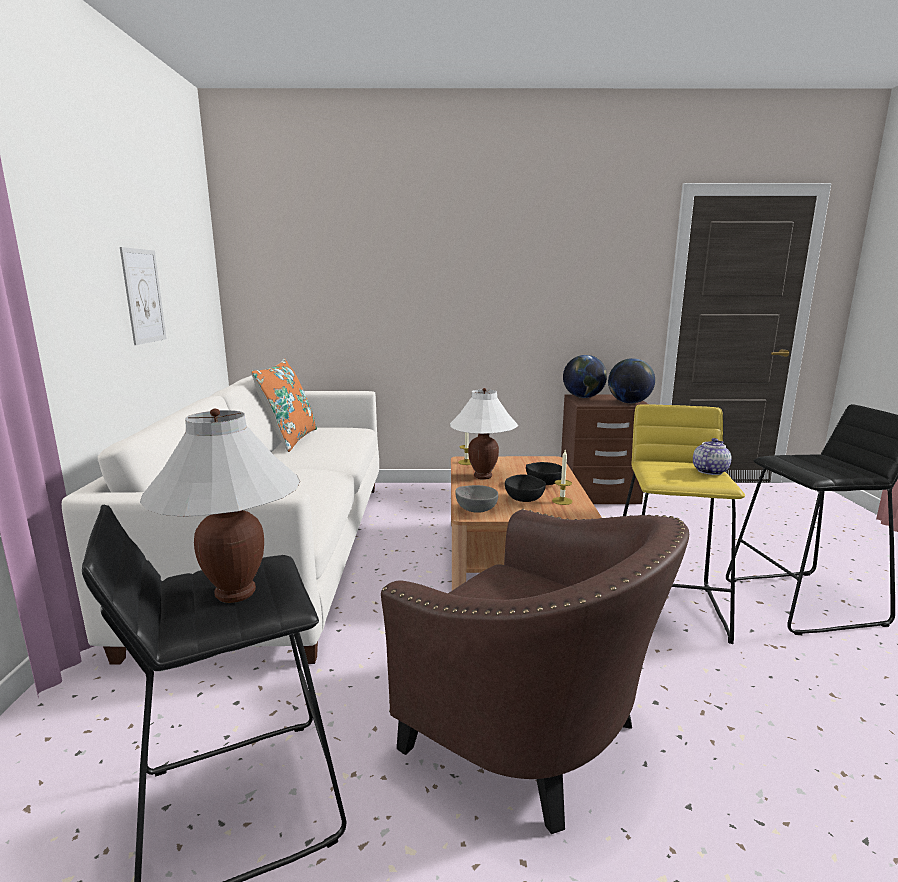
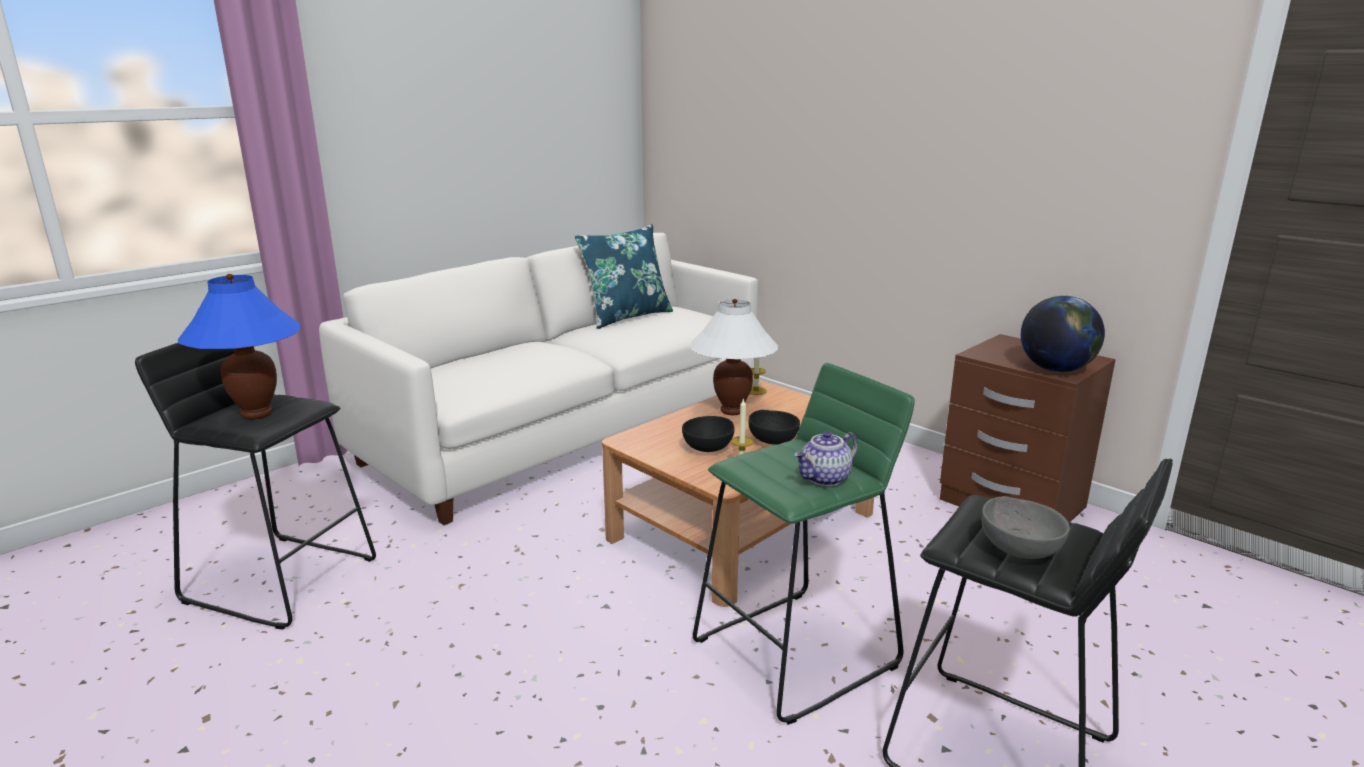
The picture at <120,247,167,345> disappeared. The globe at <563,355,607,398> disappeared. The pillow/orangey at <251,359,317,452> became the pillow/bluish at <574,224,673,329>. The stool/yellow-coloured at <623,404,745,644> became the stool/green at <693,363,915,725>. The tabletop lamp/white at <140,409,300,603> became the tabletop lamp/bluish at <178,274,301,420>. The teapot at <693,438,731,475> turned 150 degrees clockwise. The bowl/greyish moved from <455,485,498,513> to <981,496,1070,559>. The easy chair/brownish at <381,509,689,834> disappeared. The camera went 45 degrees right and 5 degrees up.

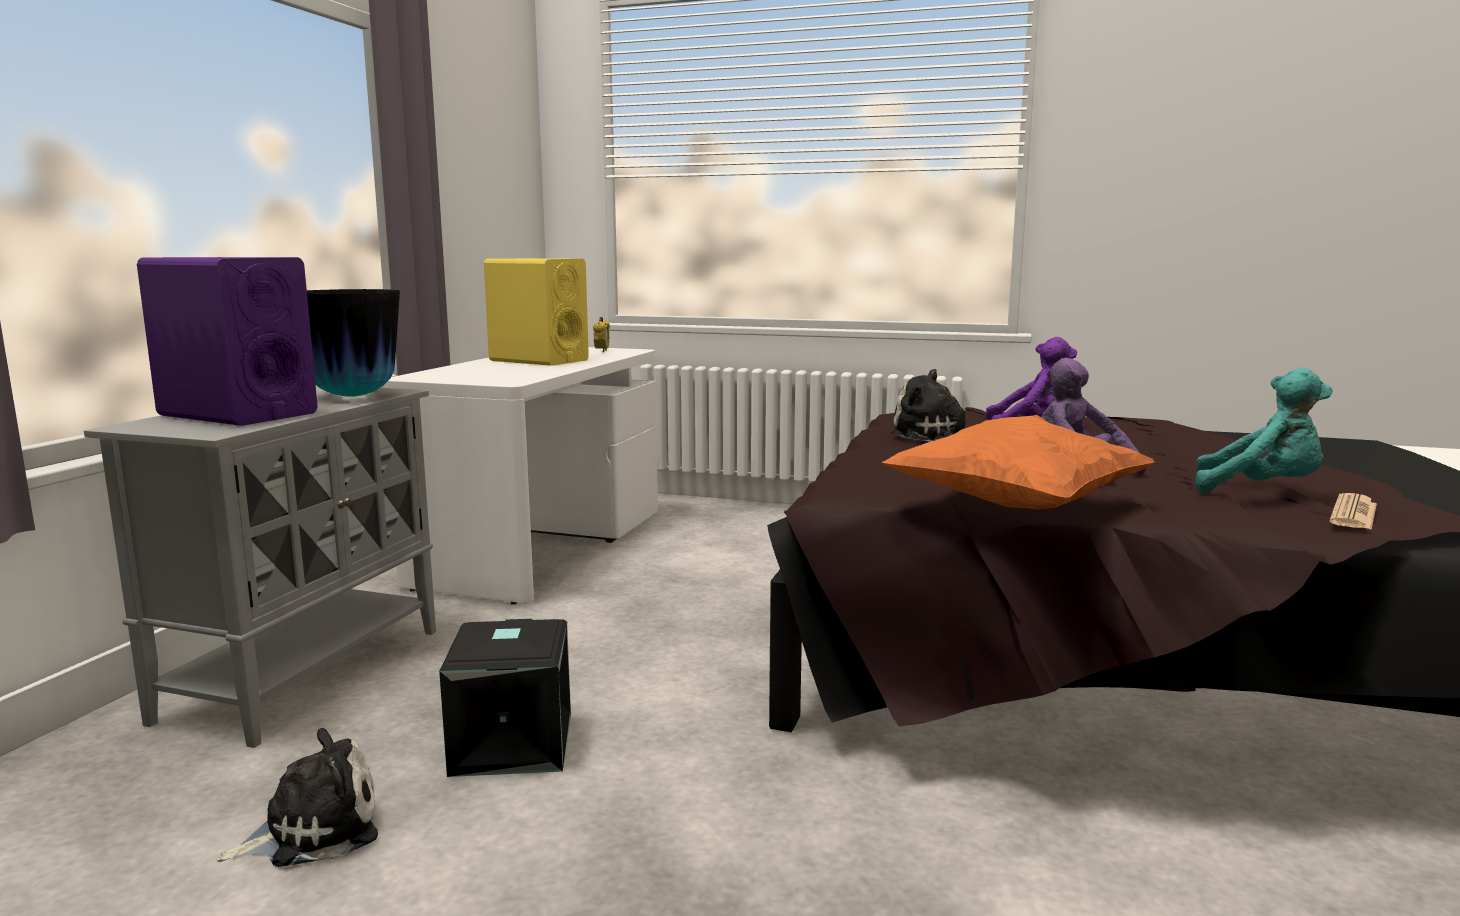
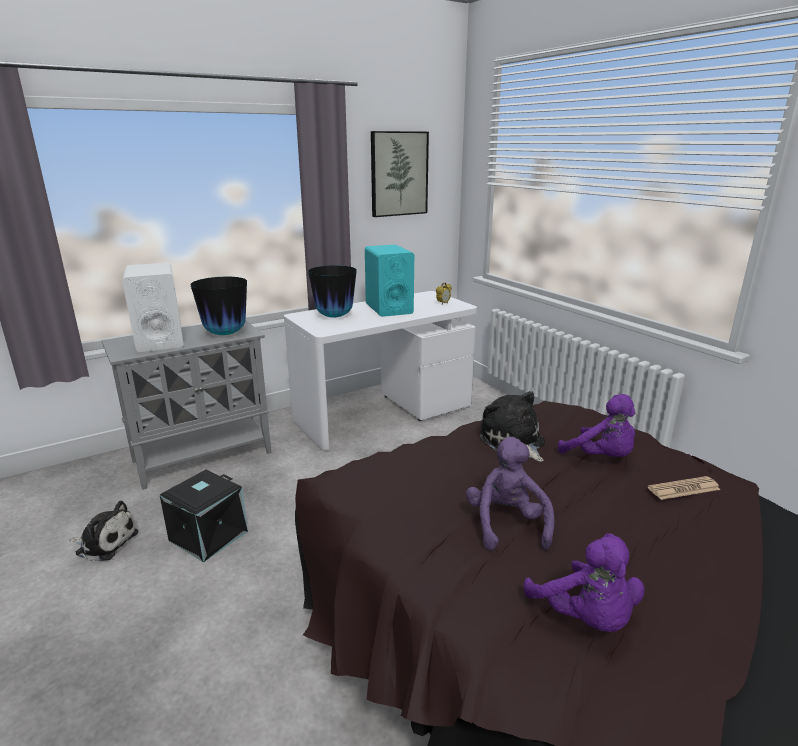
The audio speaker/purple-coloured at <137,257,318,426> became the audio speaker/white at <122,263,183,352>. The audio speaker/yellow-coloured at <484,258,589,366> became the audio speaker/turquoise-coloured at <365,245,414,317>. The cuddly toy/turquoise-coloured at <1195,368,1332,493> became the cuddly toy/purple-coloured at <523,533,645,632>. The pillow/orangey at <882,415,1154,510> disappeared. The daily paper moved from <1329,493,1377,529> to <648,476,721,500>. The picture at <371,131,429,217> appeared. The vase at <308,265,357,318> appeared. The camera went 40 degrees right and 10 degrees up.

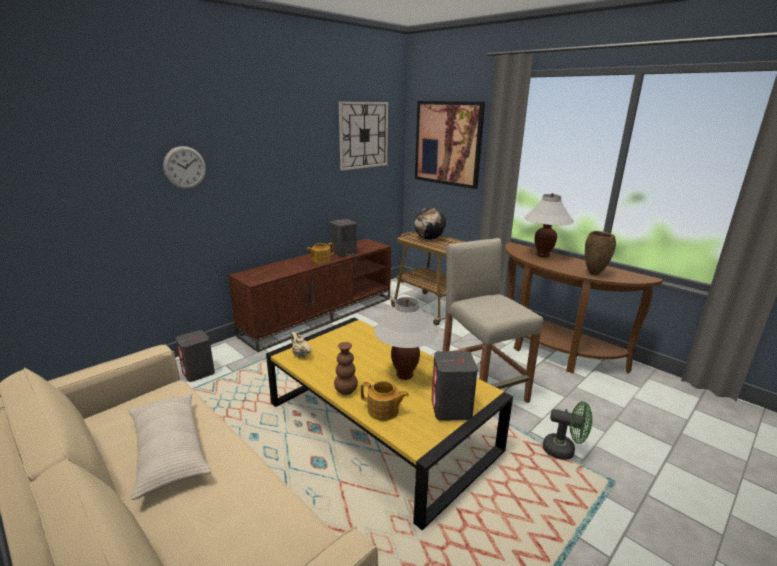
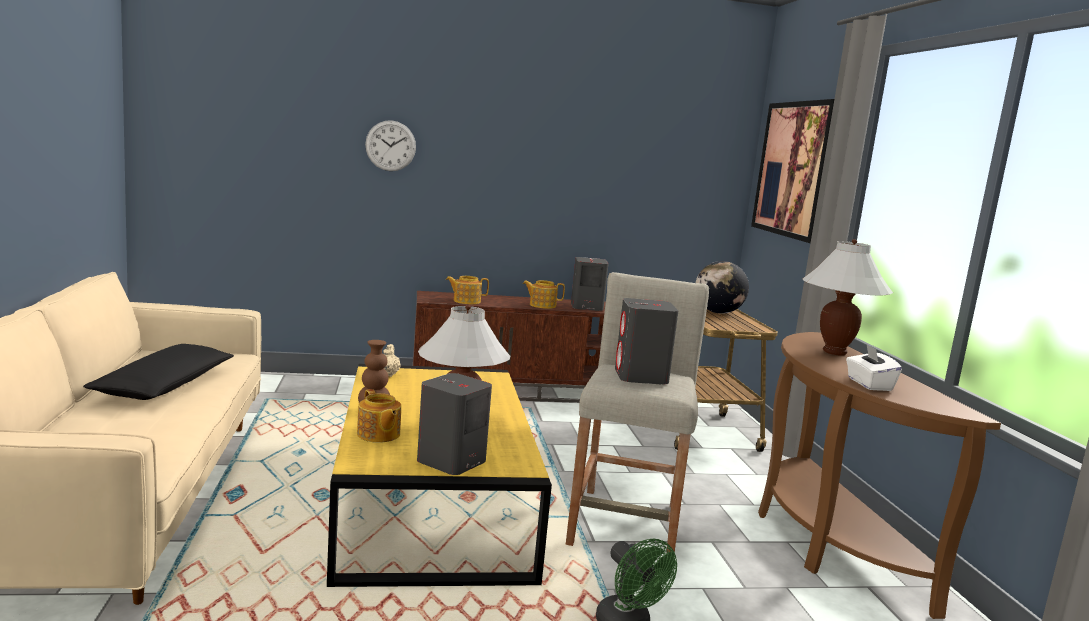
The wall clock at <339,101,388,171> disappeared. The vase/brownish at <585,231,616,275> was replaced by the box of tissues/white at <846,344,902,391>. The audio speaker/greyish moved from <176,330,215,382> to <615,298,679,384>. The pillow/sand-coloured at <129,394,211,500> became the pillow/black-coloured at <83,344,234,400>. The teapot at <446,276,489,304> appeared. The camera went 35 degrees right and 10 degrees down.

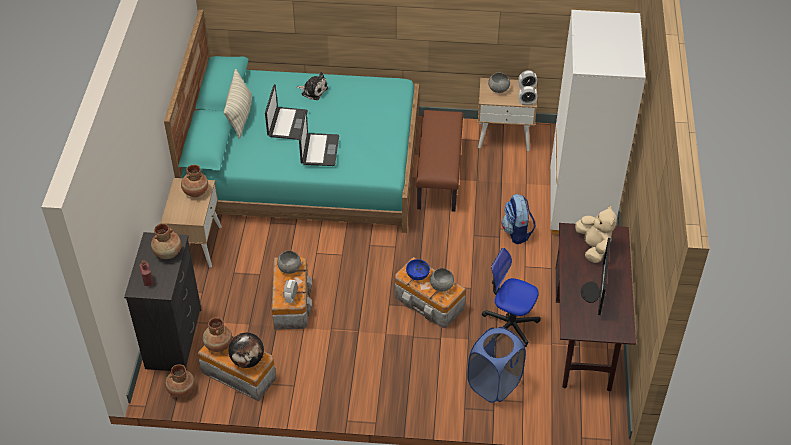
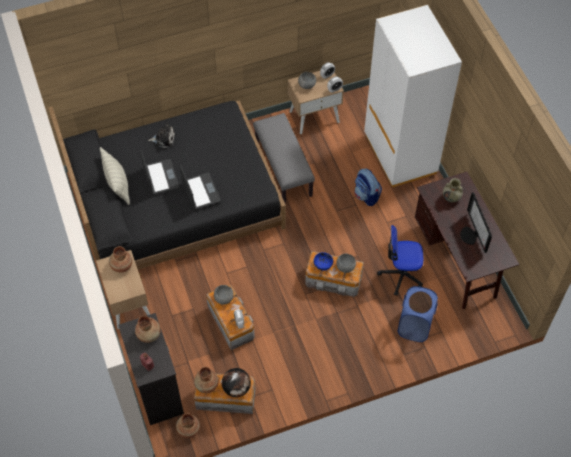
The bedroom bed/turquoise-coloured at <164,10,419,233> became the bedroom bed/black-coloured at <48,100,286,273>. The long seat/brownish at <416,110,463,212> became the long seat/greyish at <253,113,315,205>. The cuddly toy/sand-coloured at <575,205,617,263> was replaced by the vase/sand-coloured at <443,178,463,202>. The camera went 25 degrees left and 10 degrees up.

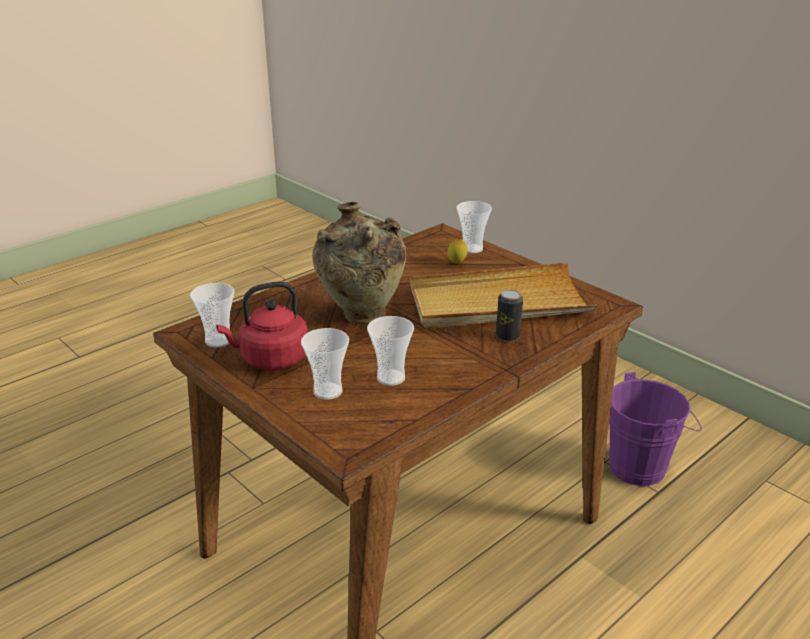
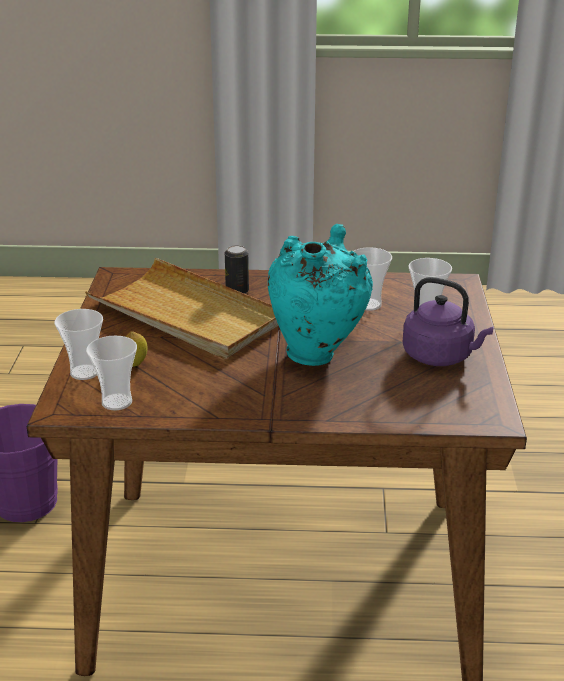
The vase/sand-coloured at <312,202,406,325> became the vase/turquoise-coloured at <268,224,373,366>. The kettle/reddish at <216,281,308,370> became the kettle/purple-coloured at <403,277,494,366>. The small cup moved from <190,283,235,348> to <86,336,137,410>. The camera went 135 degrees left and 0 degrees up.

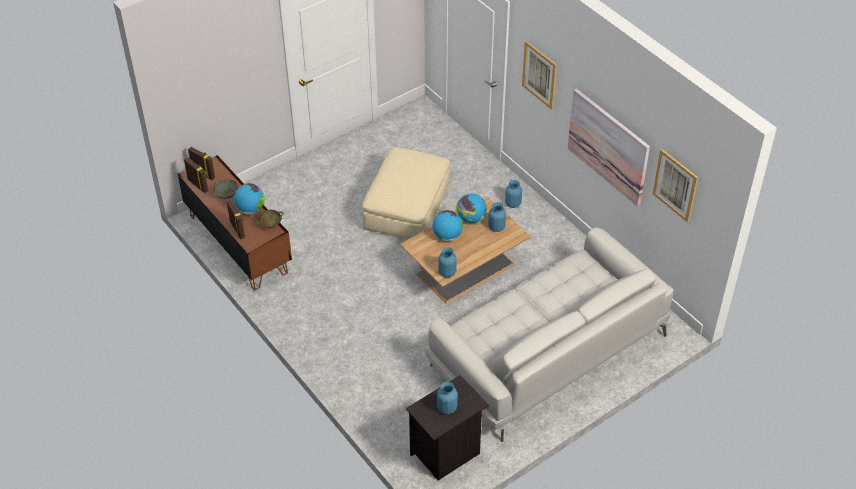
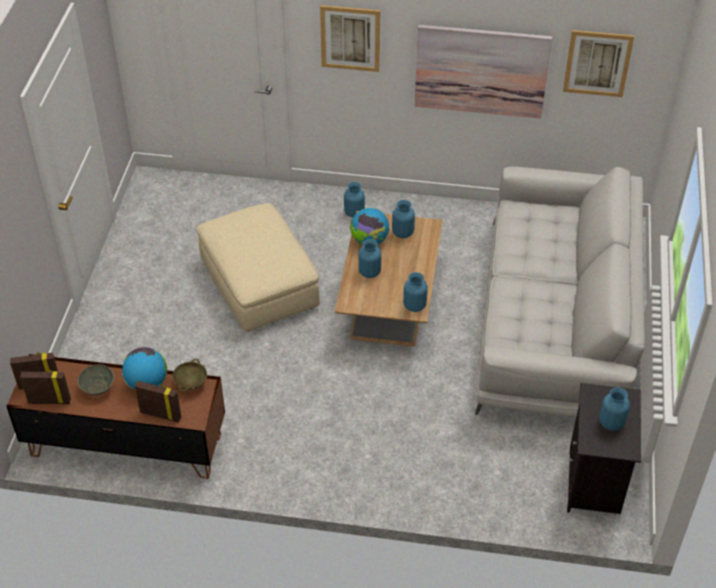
The globe at <432,210,463,241> was replaced by the vase/bluish at <359,239,381,278>. The camera went 45 degrees left and 0 degrees up.

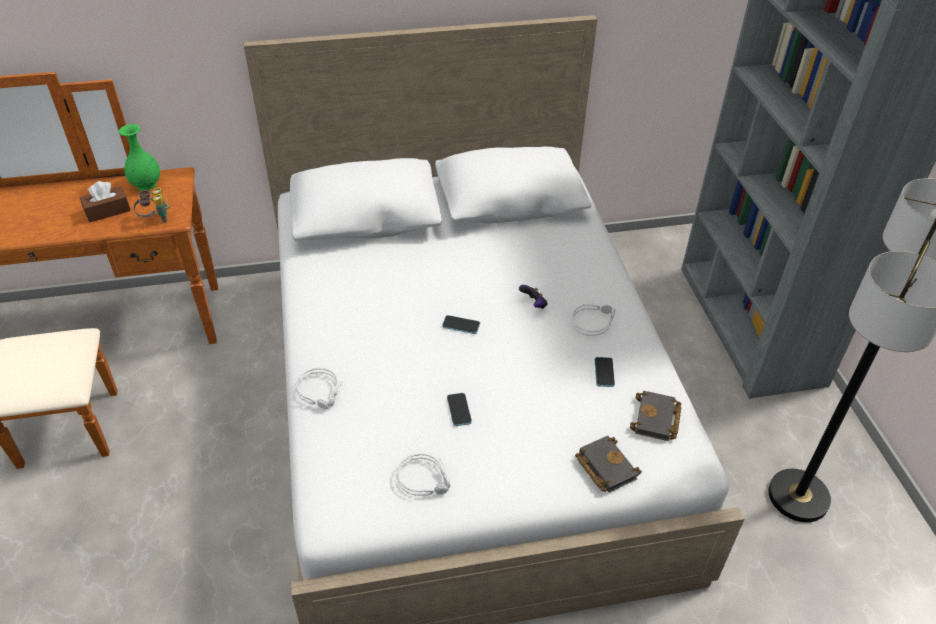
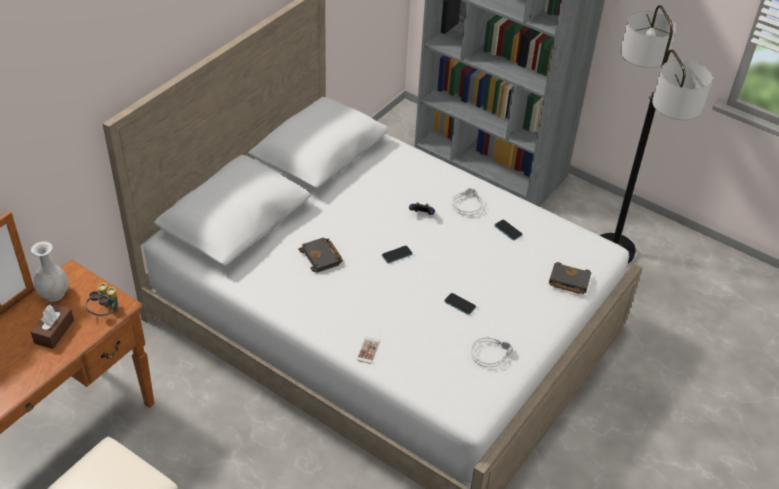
The vase/green at <119,124,160,190> became the vase/white at <31,242,69,302>. The pair of headphones/greyish at <296,368,342,410> was replaced by the phone at <357,337,380,364>. The bound book/black-coloured moved from <630,391,681,441> to <298,238,343,273>. The camera went 45 degrees left and 0 degrees up.

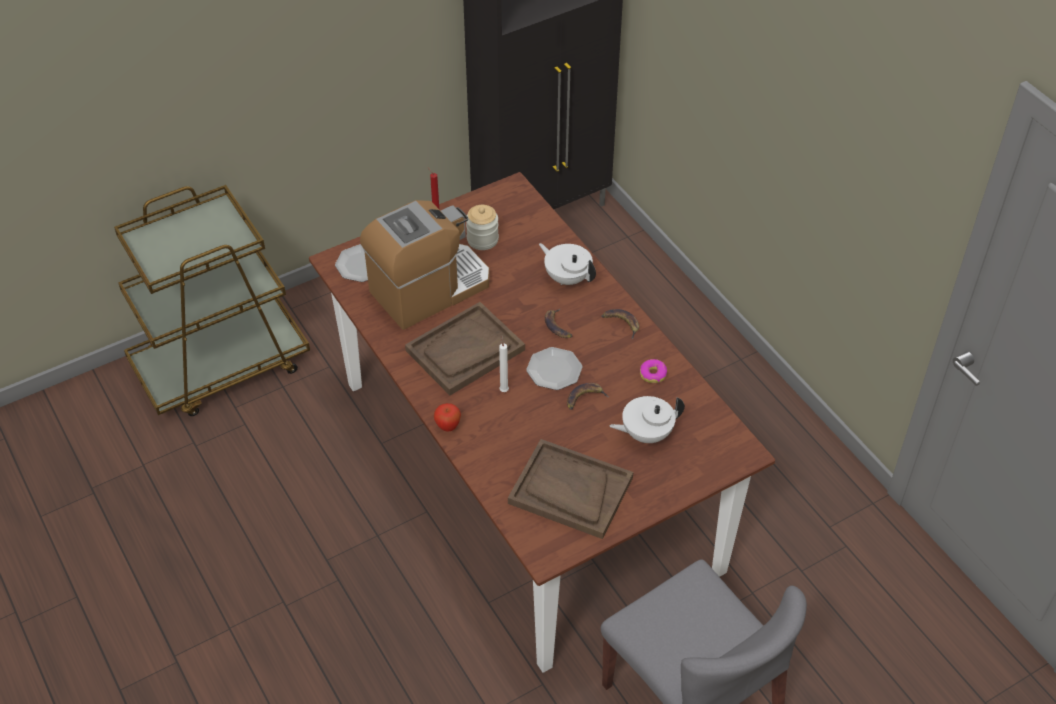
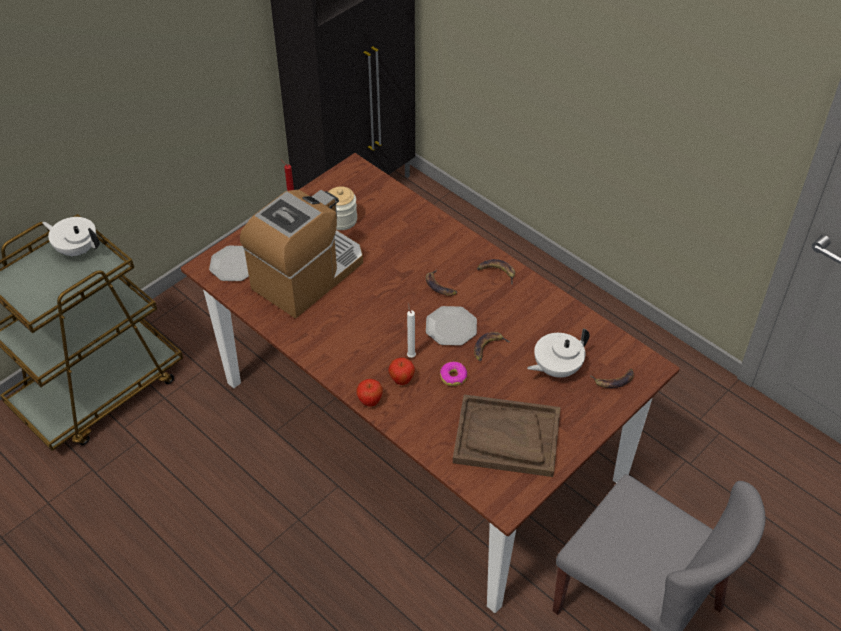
The teapot/white moved from <539,243,596,285> to <42,217,100,257>. The serving tray/brownish at <405,302,525,395> disappeared. The ring doughnut moved from <640,359,667,383> to <440,362,467,386>. The apple at <388,358,415,385> appeared. The banana fruit at <590,369,634,388> appeared. The camera went 15 degrees left and 0 degrees up.

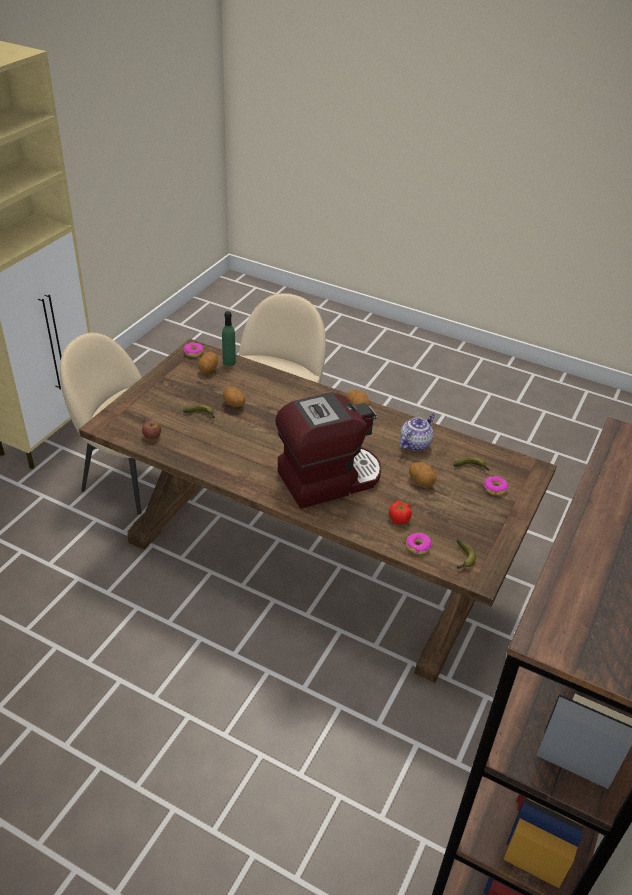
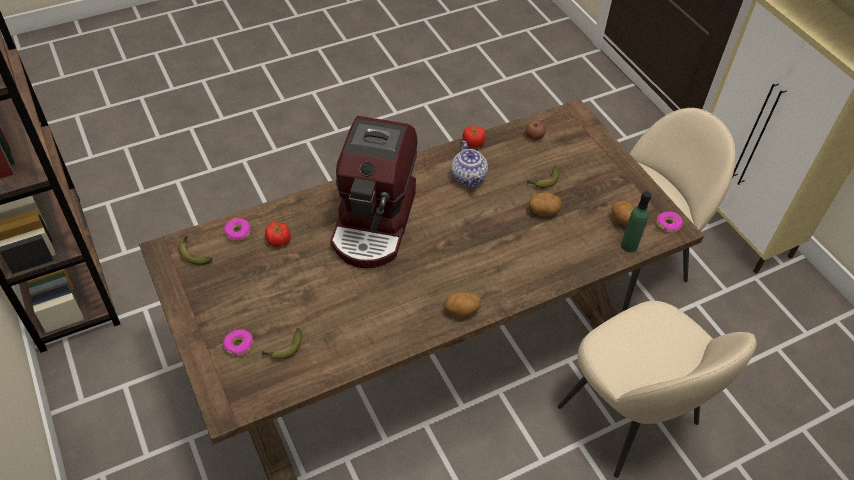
The teapot moved from <400,414,435,451> to <451,141,488,189>. The spud at <409,462,436,487> disappeared. The tomato at <462,125,486,147> appeared. The camera went 125 degrees right and 10 degrees up.

